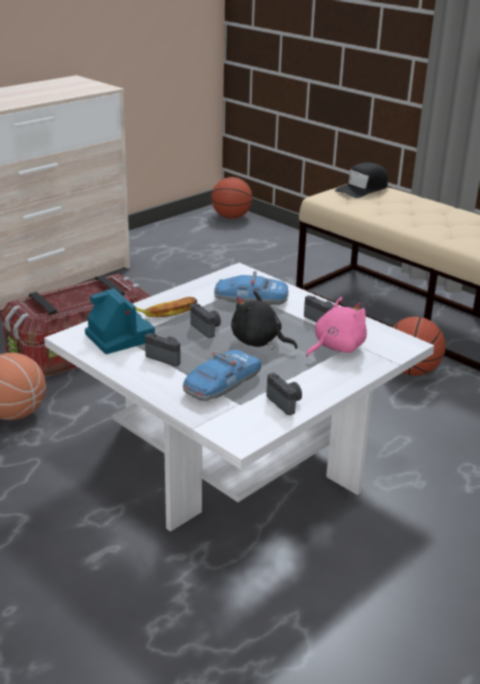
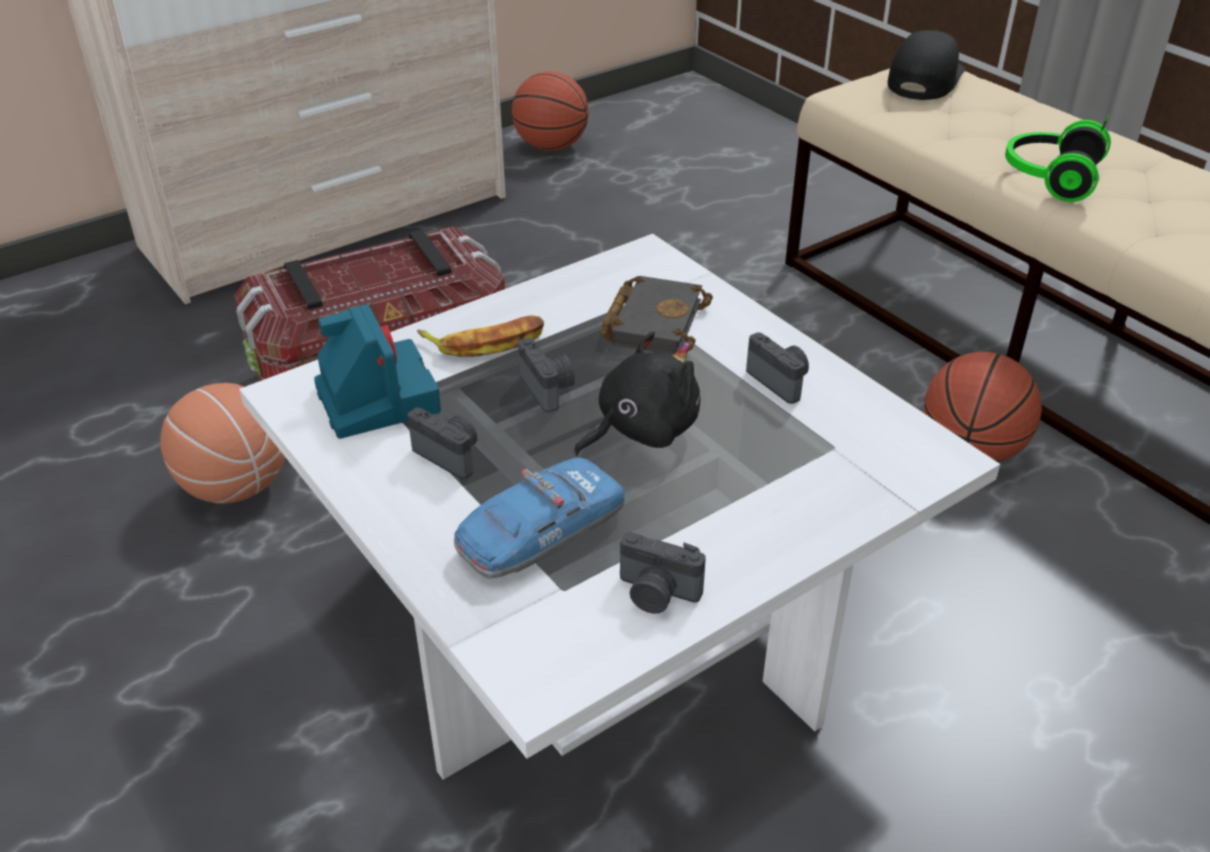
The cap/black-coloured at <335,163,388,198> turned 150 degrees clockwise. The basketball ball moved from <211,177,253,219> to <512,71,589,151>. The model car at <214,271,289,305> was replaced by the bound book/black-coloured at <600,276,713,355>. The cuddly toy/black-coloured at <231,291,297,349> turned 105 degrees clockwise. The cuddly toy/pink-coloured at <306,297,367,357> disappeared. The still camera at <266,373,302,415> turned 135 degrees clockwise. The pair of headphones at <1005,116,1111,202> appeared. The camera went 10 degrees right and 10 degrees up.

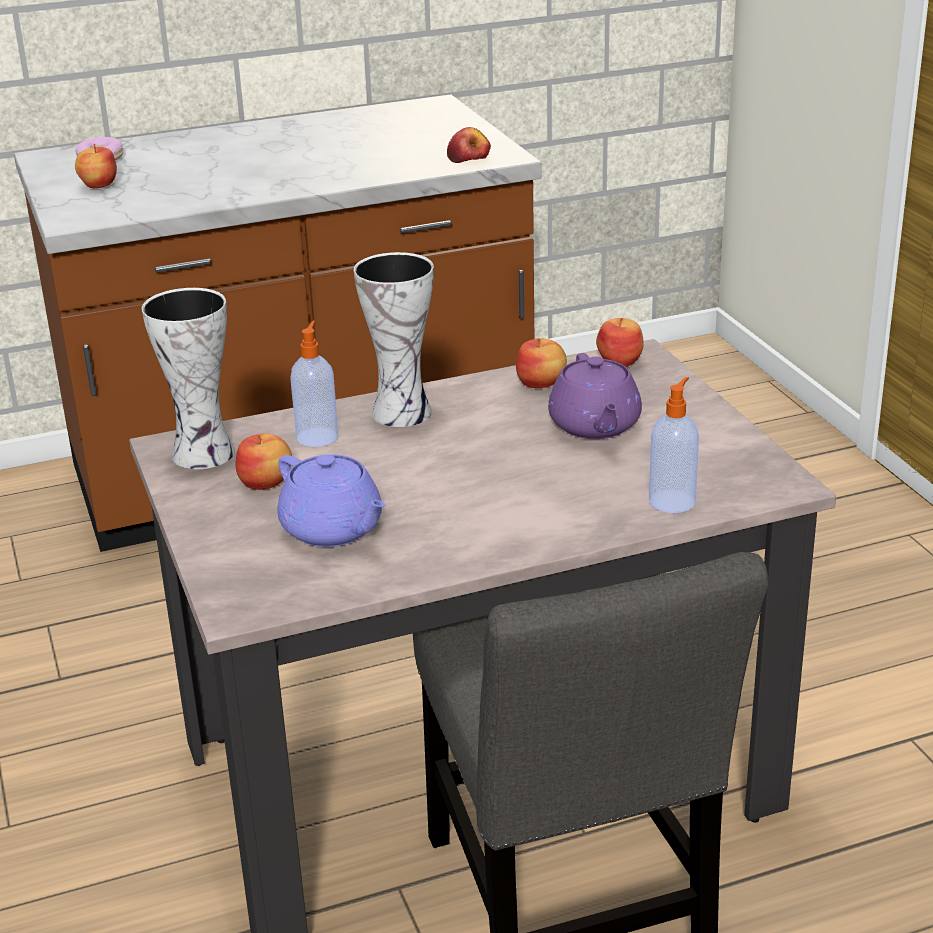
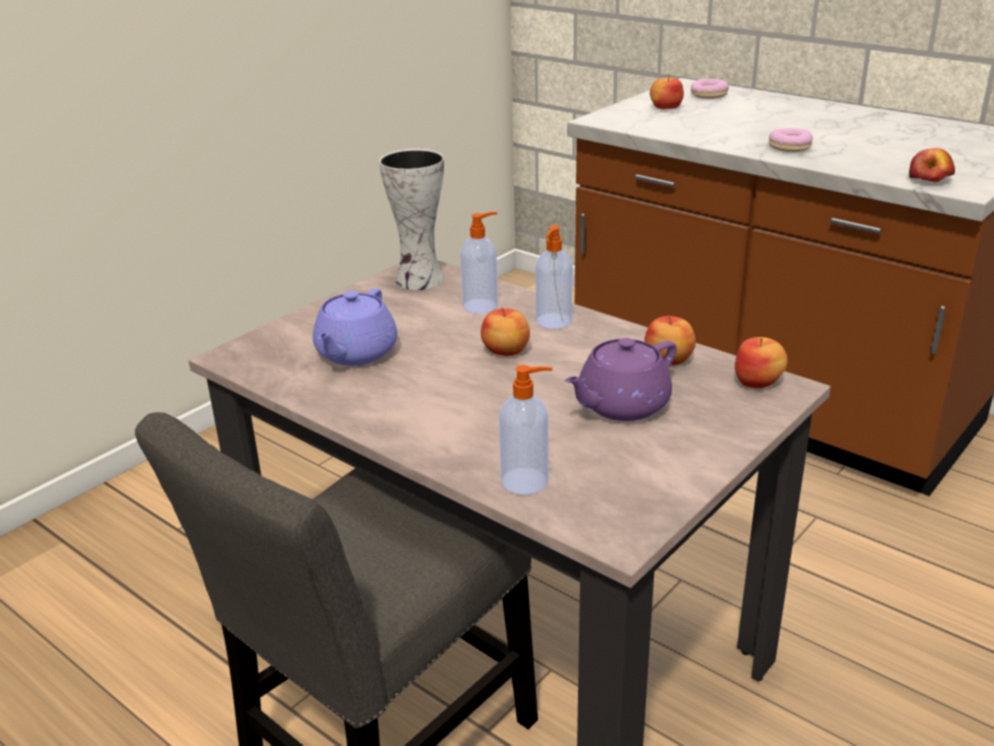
The vase at <354,252,434,427> was replaced by the soap bottle at <536,226,573,329>. The apple moved from <235,434,292,490> to <481,308,530,356>. The ring doughnut at <769,128,813,152> appeared. The camera went 60 degrees right and 0 degrees up.

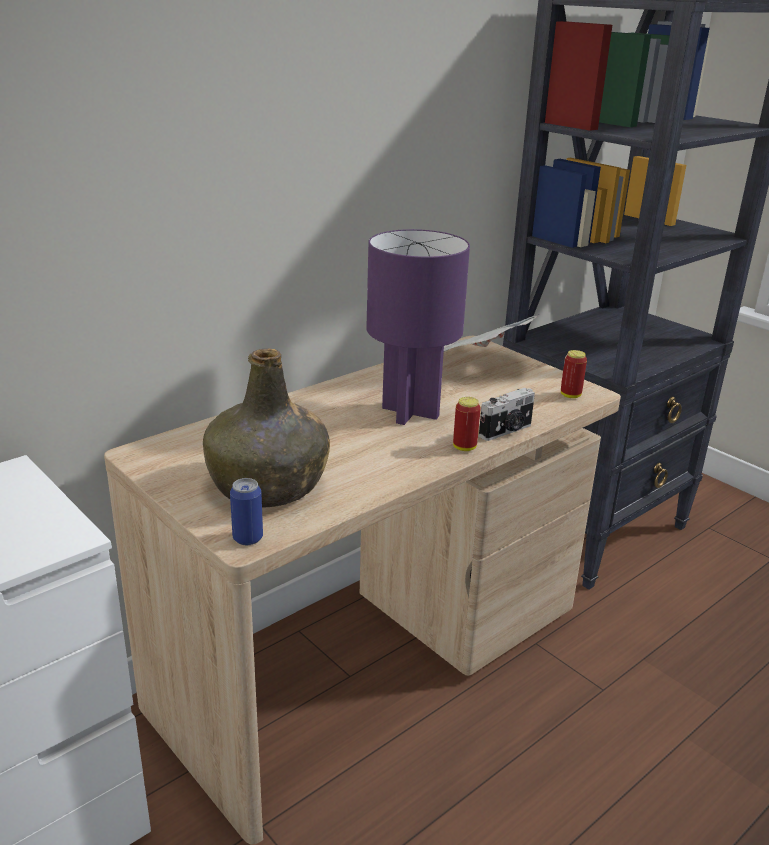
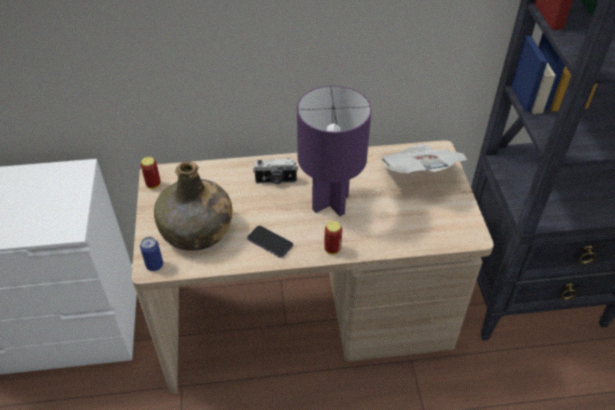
The metal can moved from <561,350,587,398> to <141,157,161,189>. The still camera moved from <479,388,535,441> to <253,158,298,184>. The phone at <247,226,293,258> appeared. The camera went 35 degrees right and 20 degrees up.

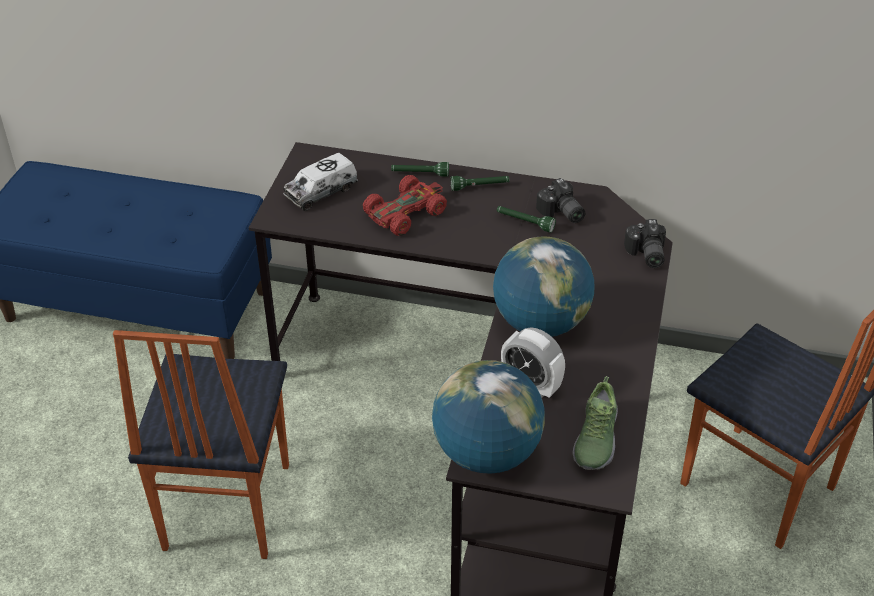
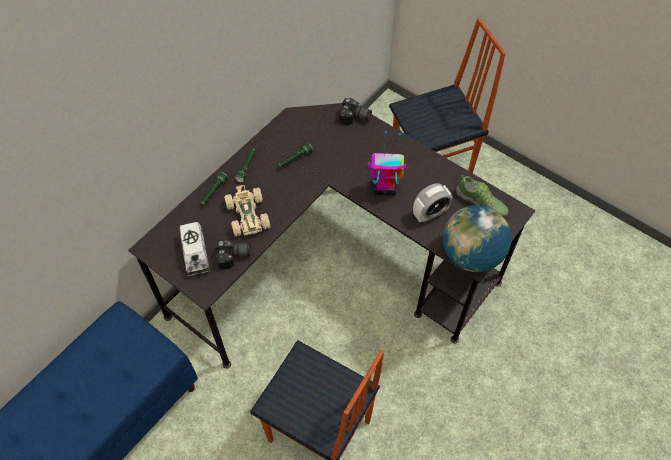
The model car/reddish at <363,175,447,236> became the model car/sand-coloured at <224,185,270,236>. The still camera moved from <536,178,585,223> to <216,238,251,269>. The globe at <493,236,594,337> was replaced by the toy robot at <367,131,407,196>. The camera went 65 degrees left and 15 degrees up.

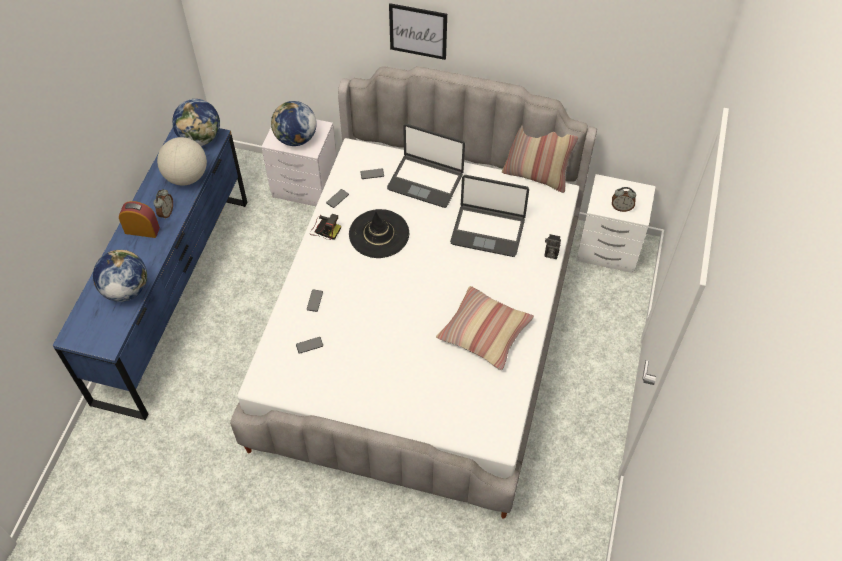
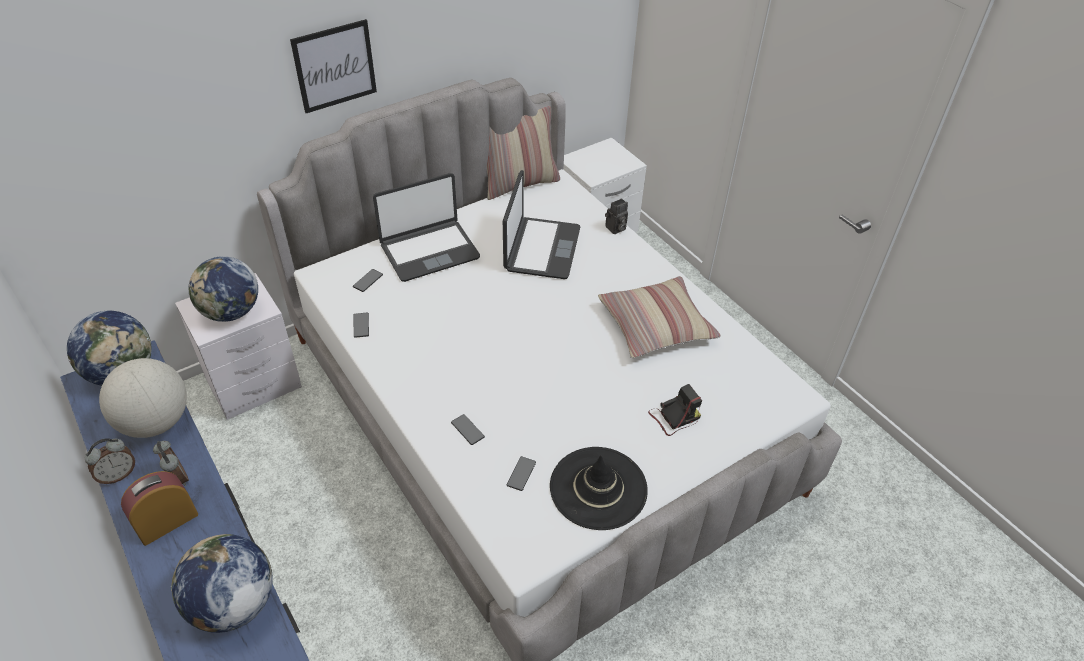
The laptop at <450,175,529,257> turned 45 degrees counterclockwise. The bedside clock moved from <612,187,636,212> to <85,438,135,484>. The hat/black-coloured moved from <349,209,409,258> to <550,447,648,530>. The still camera moved from <310,214,341,240> to <648,384,702,436>. The camera went 50 degrees left and 10 degrees down.

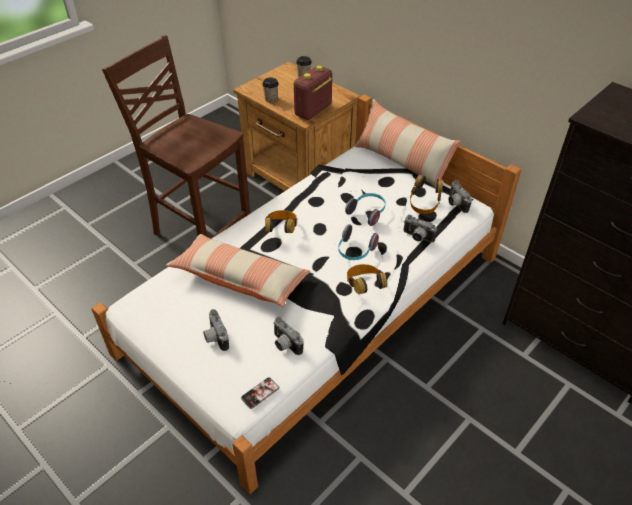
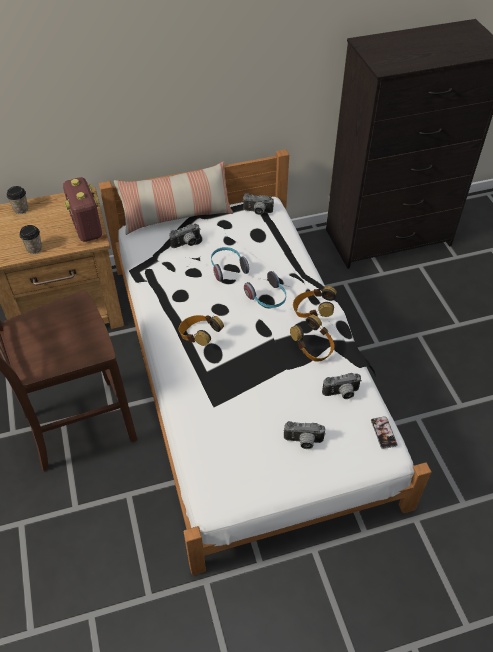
The pair of headphones moved from <410,175,443,214> to <290,314,334,362>. The still camera moved from <403,215,437,243> to <169,223,200,248>. The pillow at <166,234,310,307> disappeared. The camera went 60 degrees left and 5 degrees up.

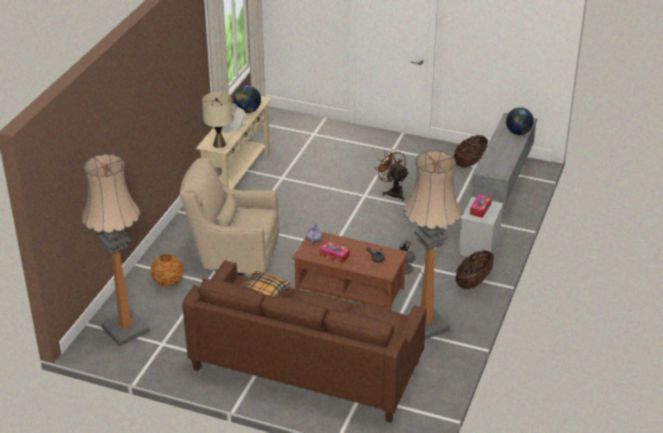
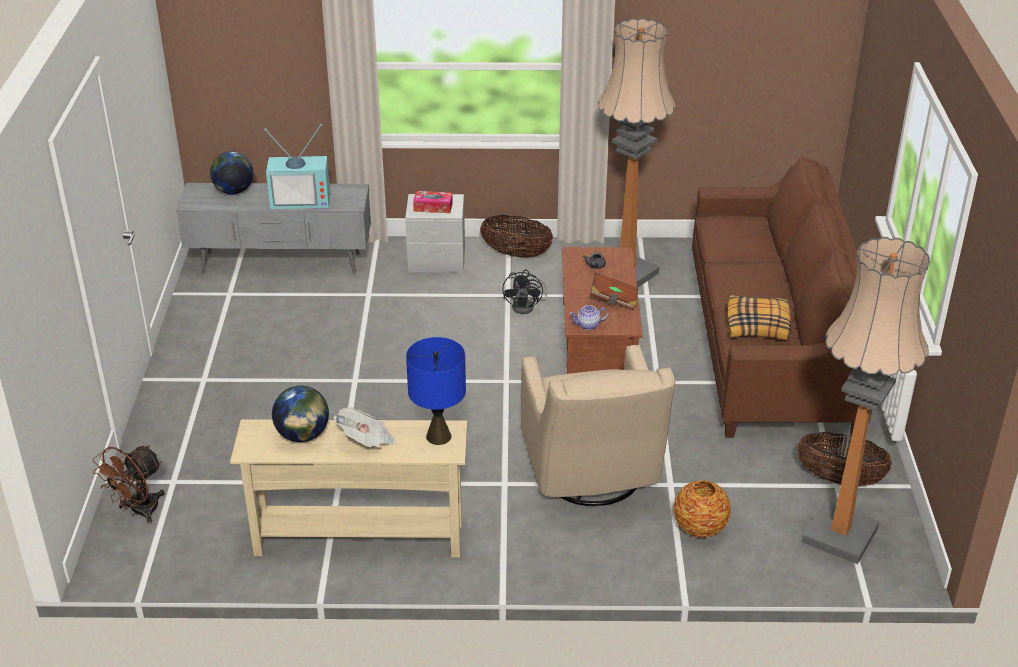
The tabletop lamp/sand-coloured at <202,92,233,148> became the tabletop lamp/bluish at <406,337,466,445>. The basket moved from <454,135,488,168> to <797,432,892,486>. The fan/brownish moved from <374,149,409,201> to <93,445,165,523>. The box of tissues at <319,241,350,264> was replaced by the bound book/brownish at <590,273,639,310>. The TV at <264,124,330,210> appeared. The camera went 110 degrees left and 0 degrees up.

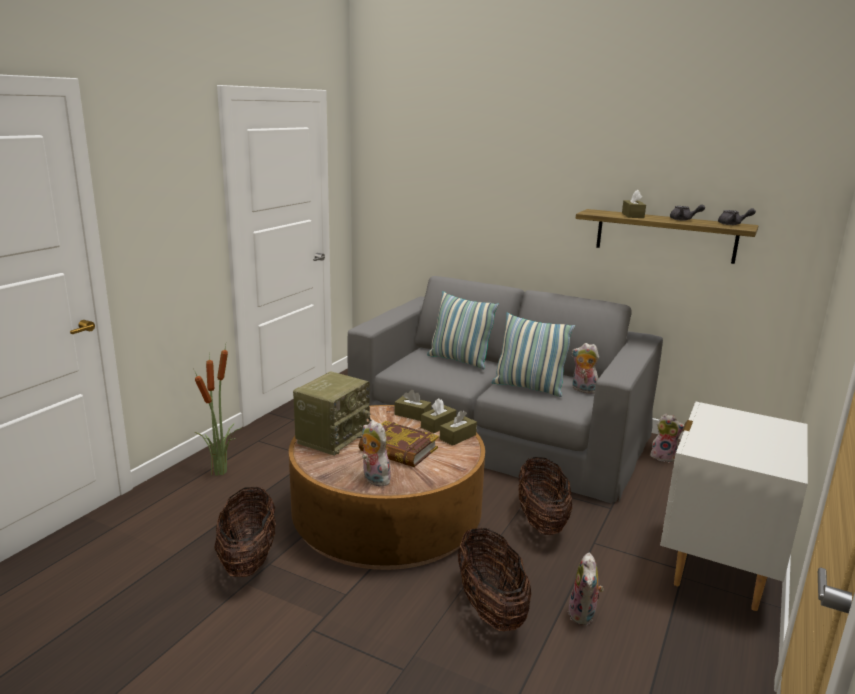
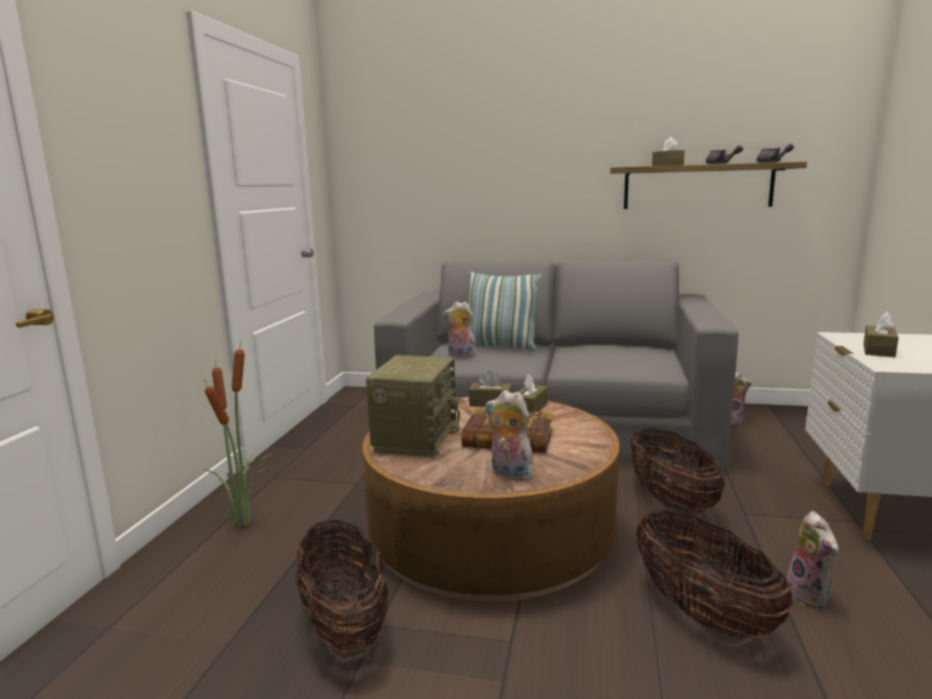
The pillow at <492,312,575,397> disappeared. The cuddly toy moved from <572,343,599,394> to <443,302,476,357>. The box of tissues/brownish moved from <440,411,477,446> to <863,312,899,357>. The camera went 15 degrees left and 5 degrees down.

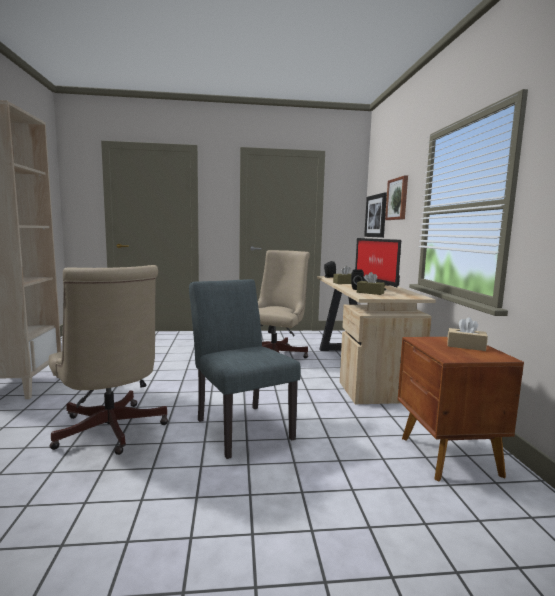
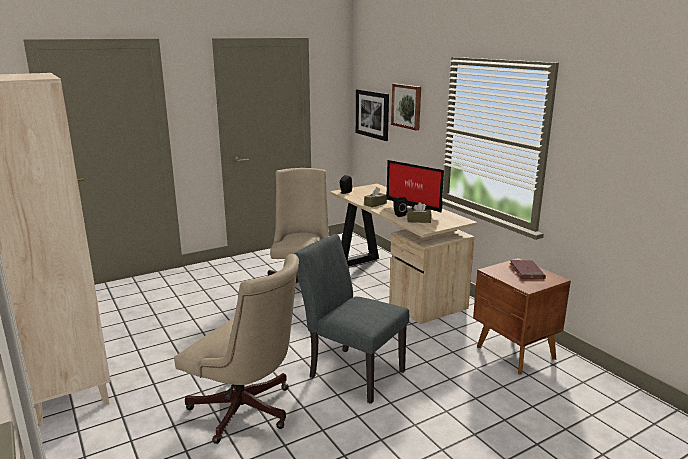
The box of tissues/sand-coloured at <448,317,488,351> was replaced by the bound book/reddish at <510,260,546,279>. The camera went 25 degrees left and 10 degrees up.

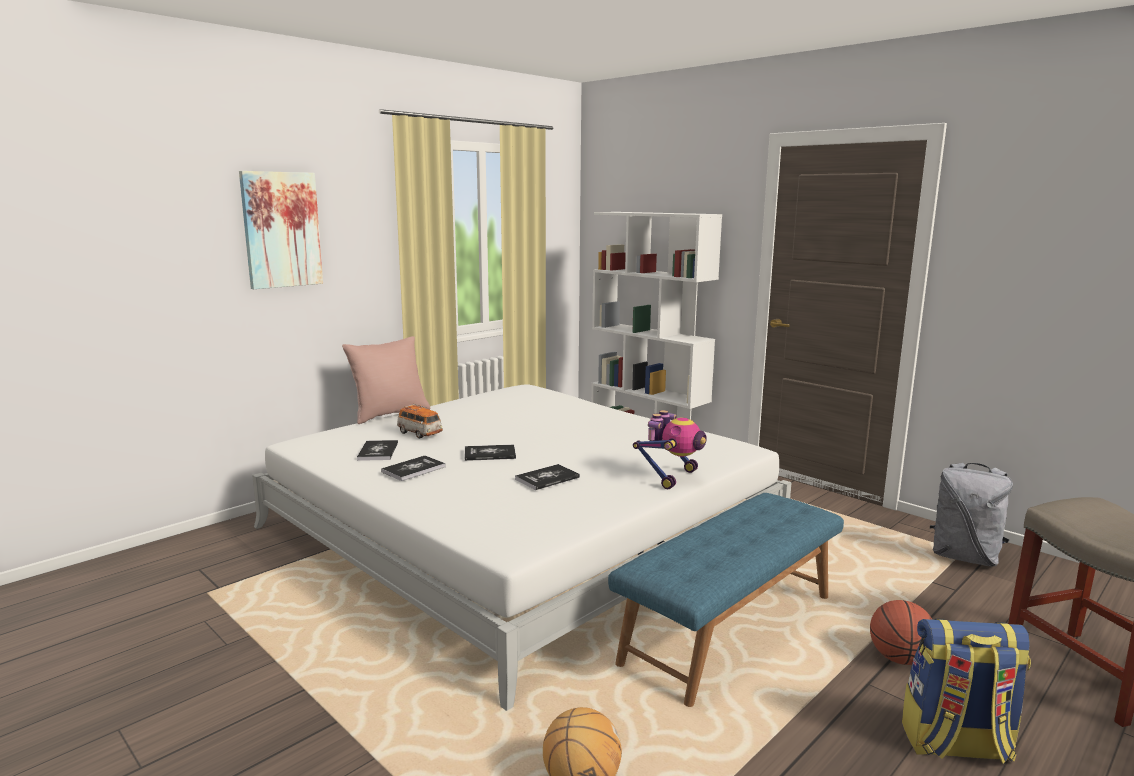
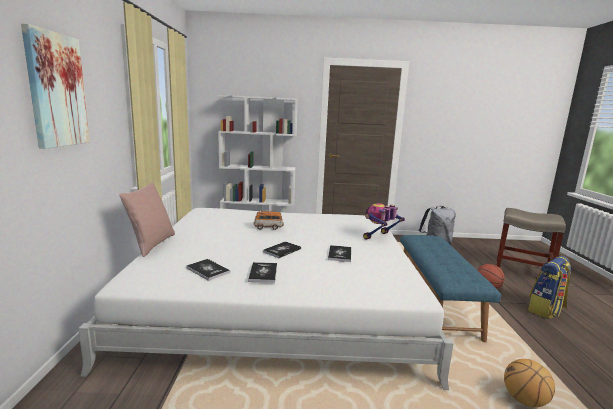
The model car moved from <397,404,443,439> to <253,210,284,230>. The toy robot at <633,410,707,489> turned 120 degrees counterclockwise. The camera went 45 degrees left and 0 degrees up.

